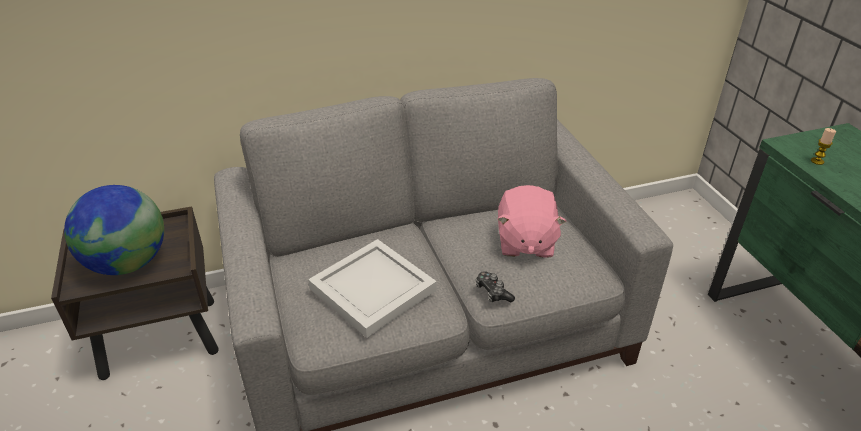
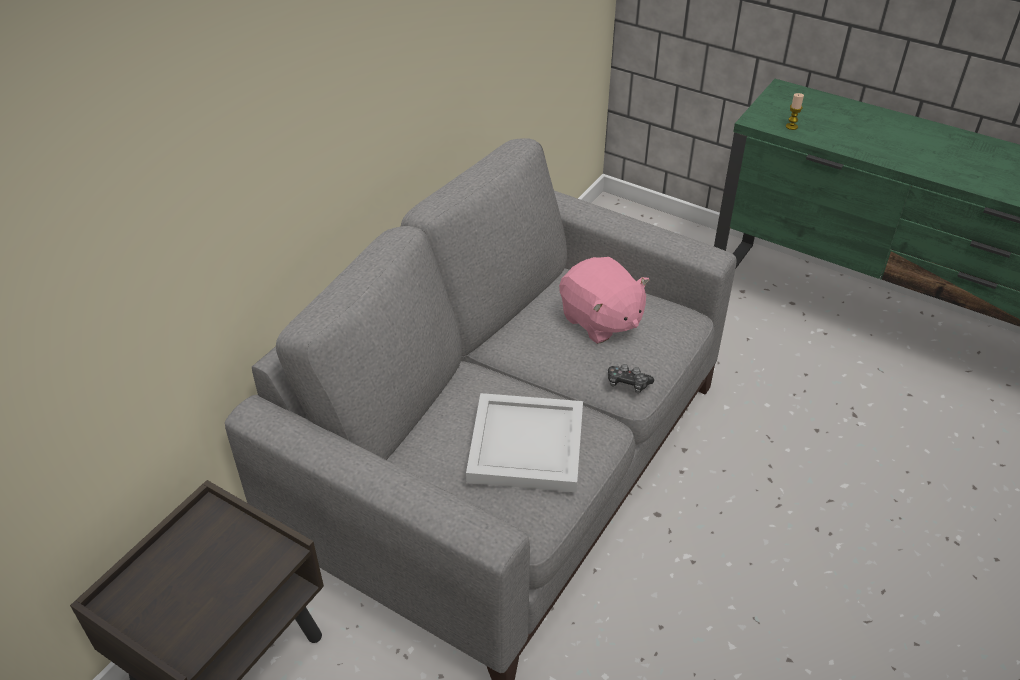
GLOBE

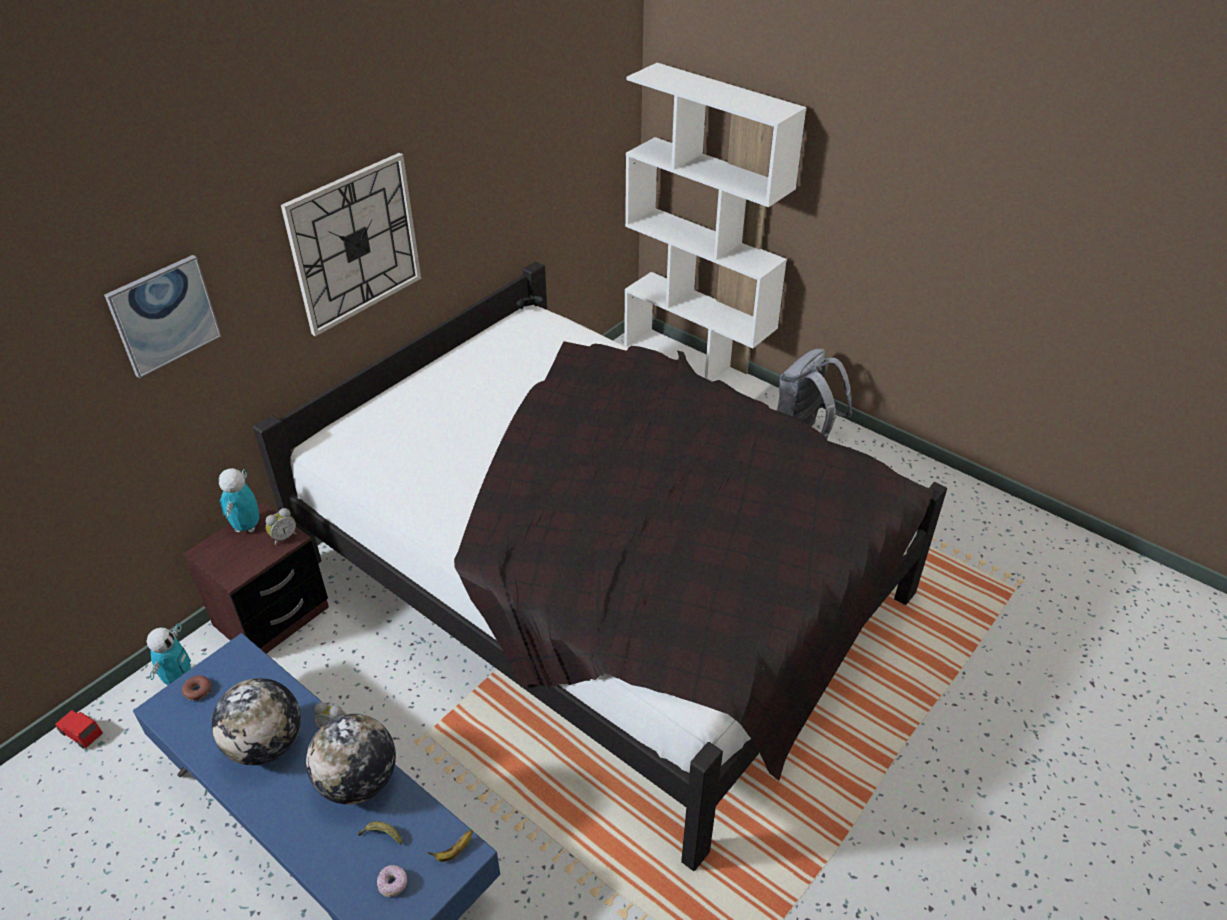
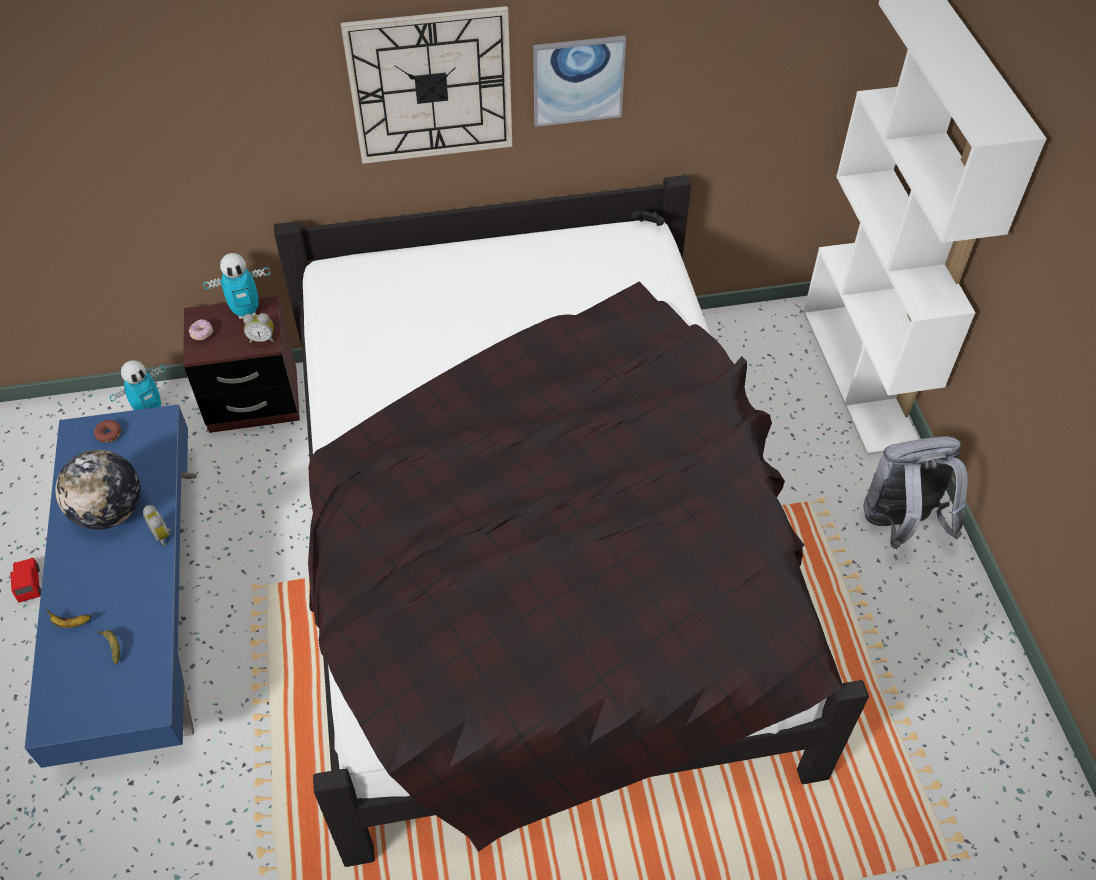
RED TOY CAR; BANANA (1st from left); DONUT (2nd from left); TOY ROBOT (2nd from left); PICTURE; GLOBE (2nd from left in the first image)

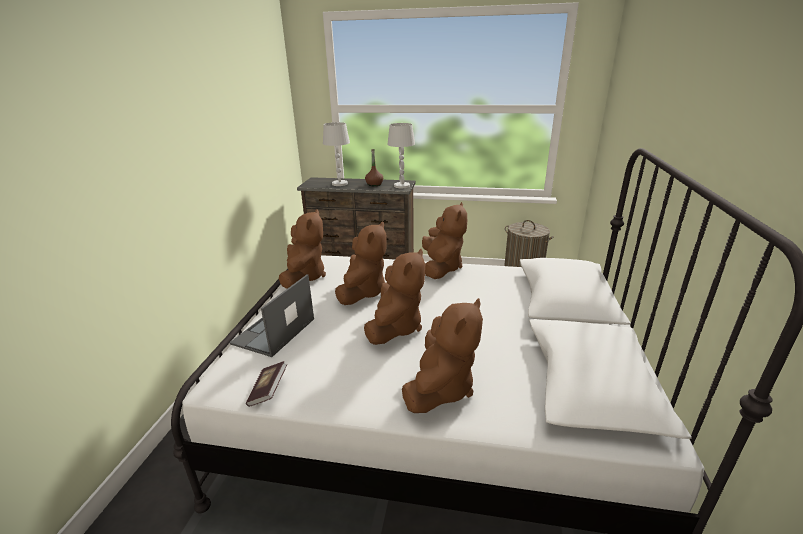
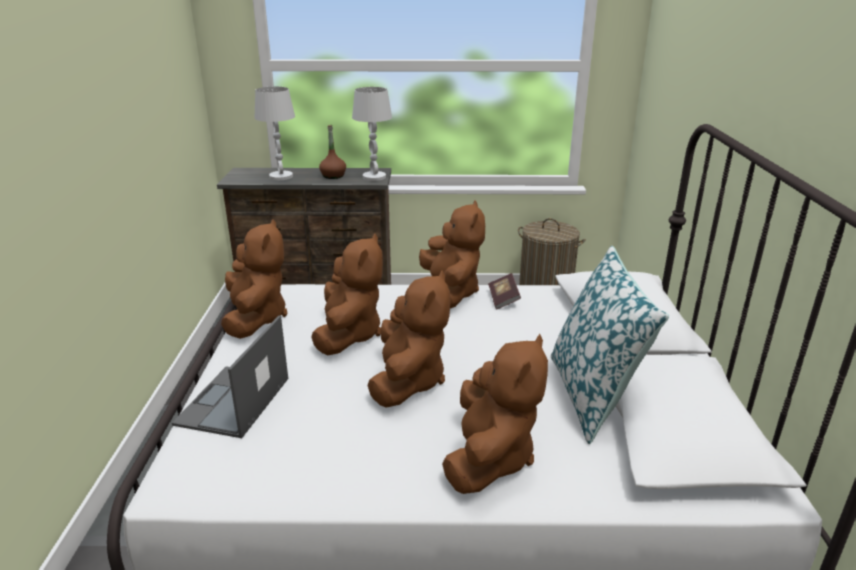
BOOK; PILLOW

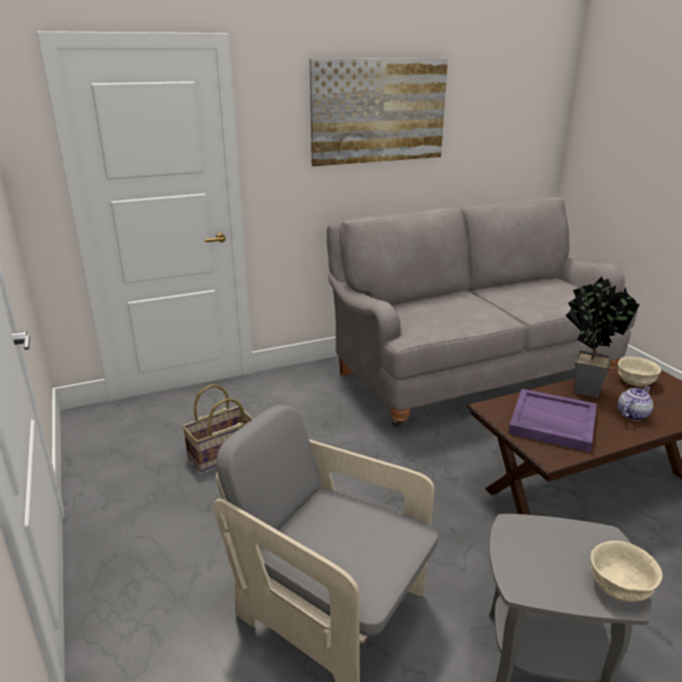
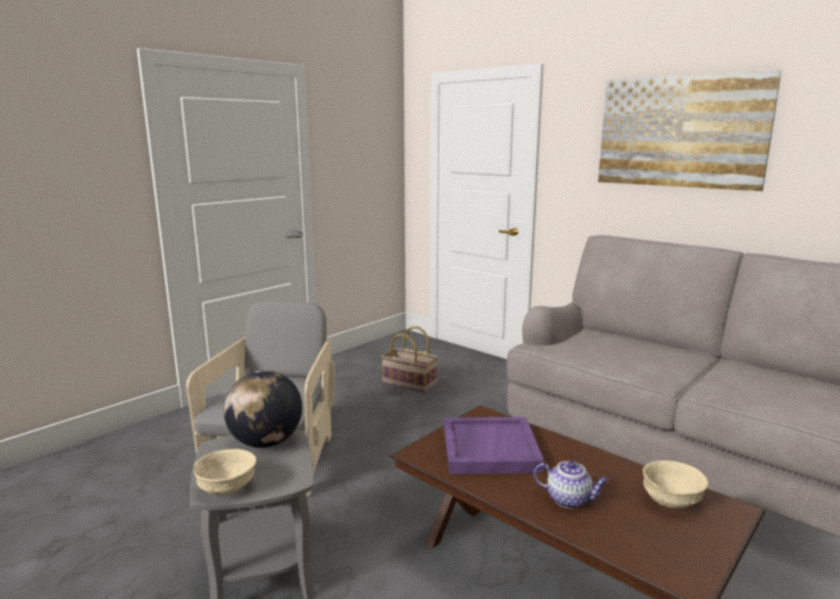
GLOBE; POTTED PLANT

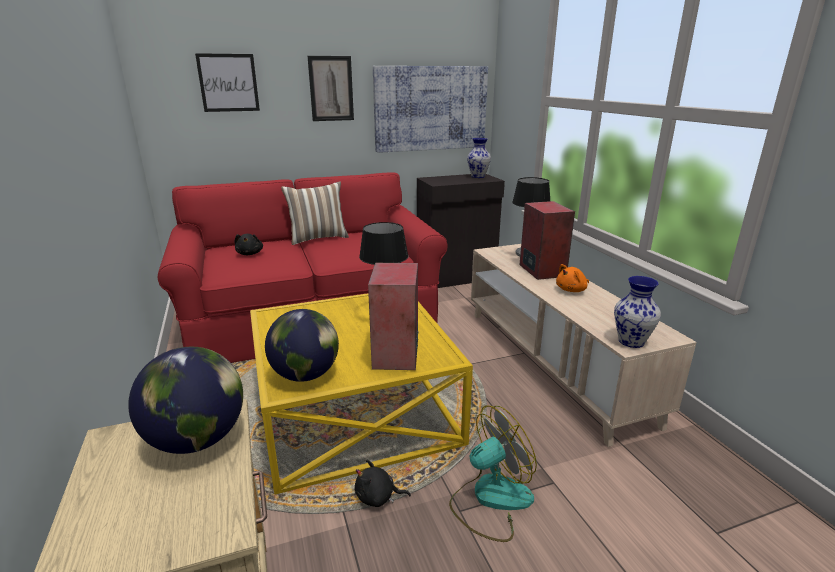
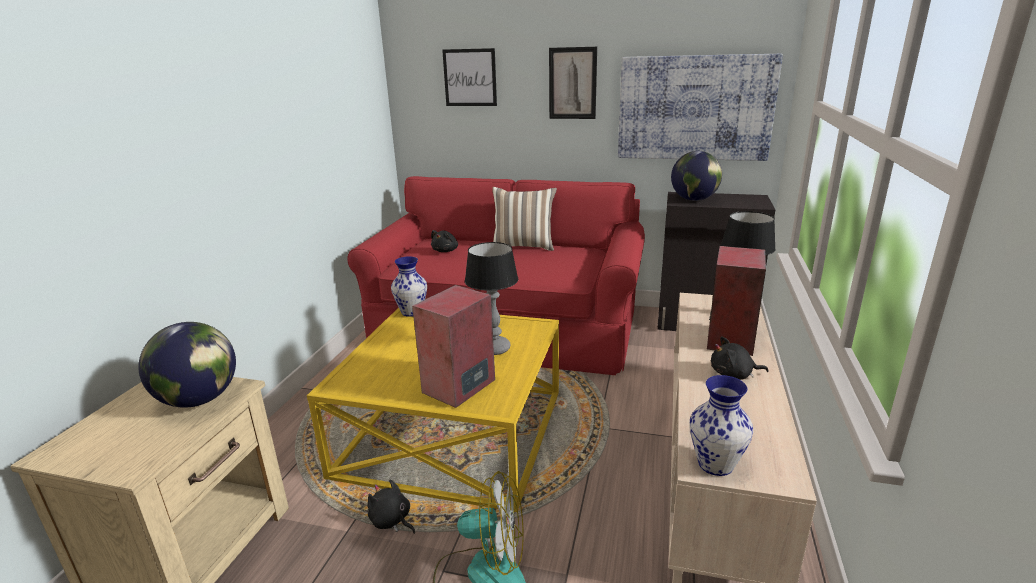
VASE (1st from left); GLOBE (2nd from left); BLACK PLUSH TOY (3rd from left)

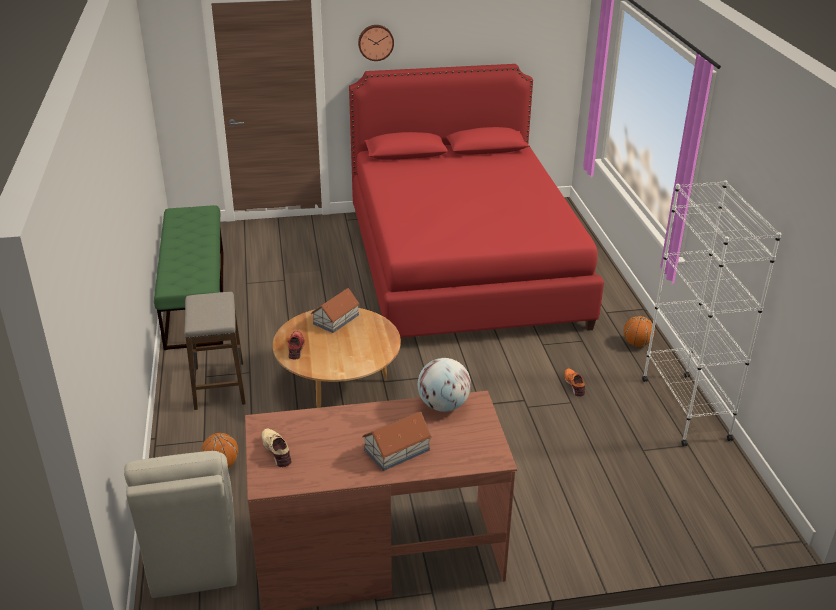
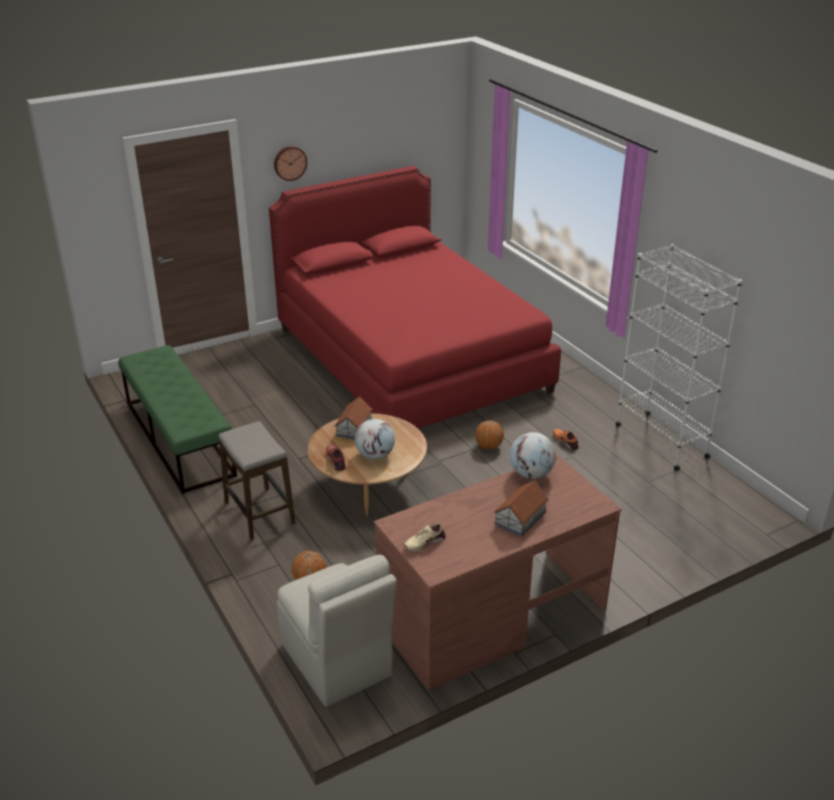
GLOBE (1st from left); BEIGE SHOE; BASKETBALL (2nd from left)

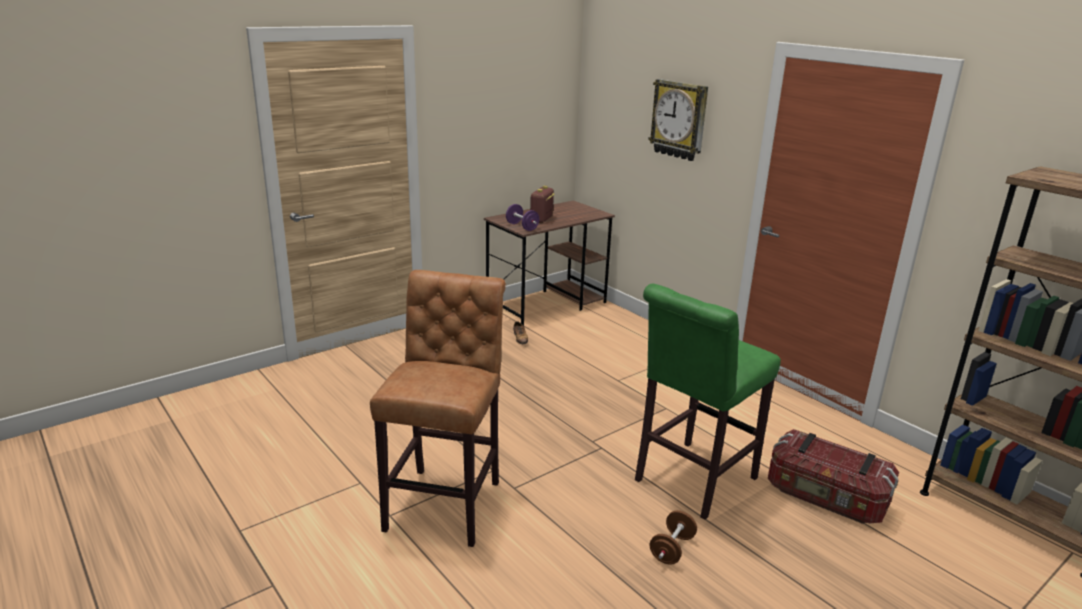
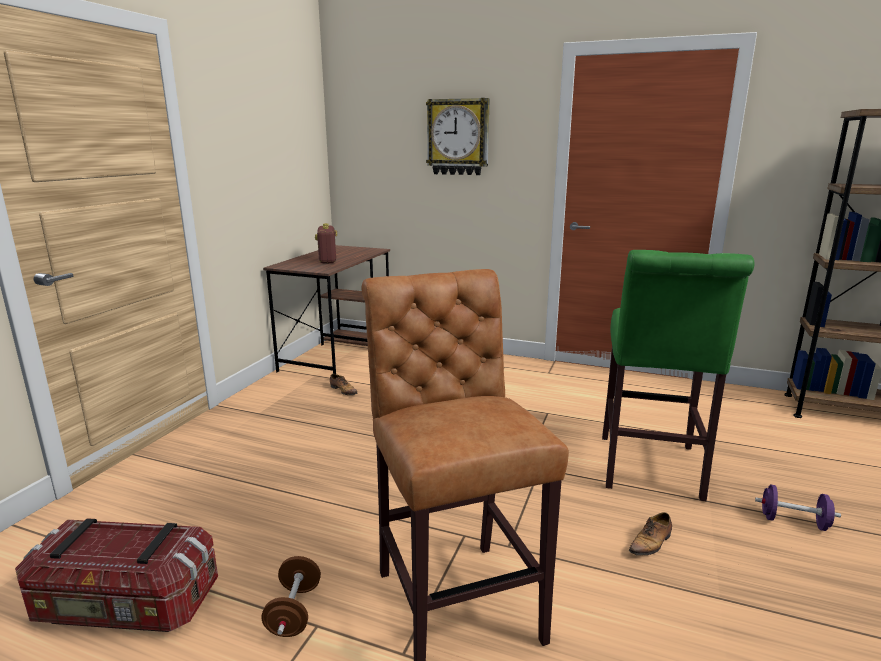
STORAGE BOX; BROWN DUMBBELL; SHOE (2nd from left); PURPLE DUMBBELL

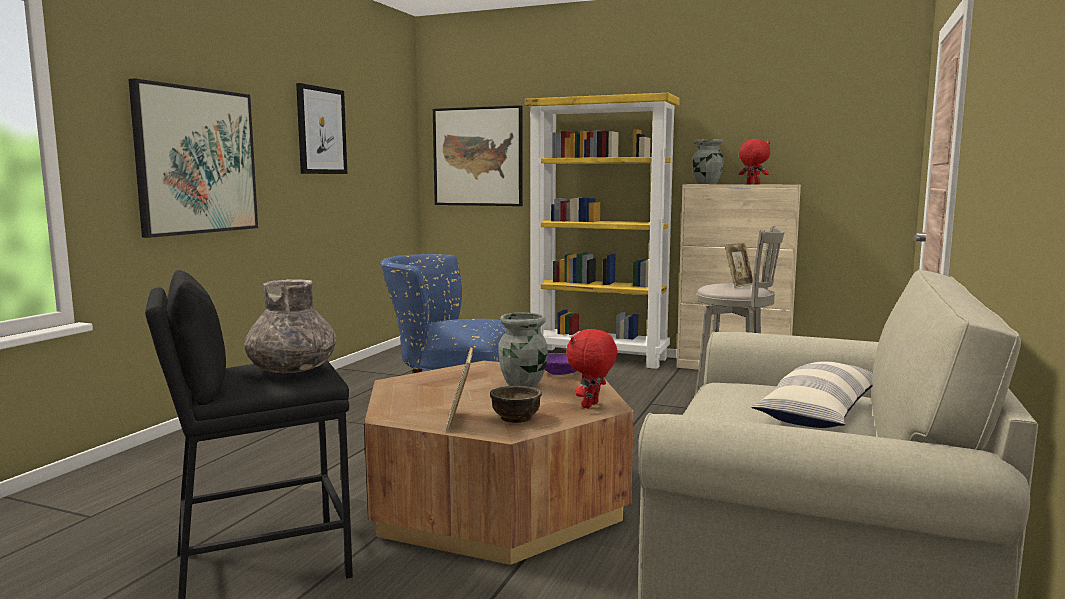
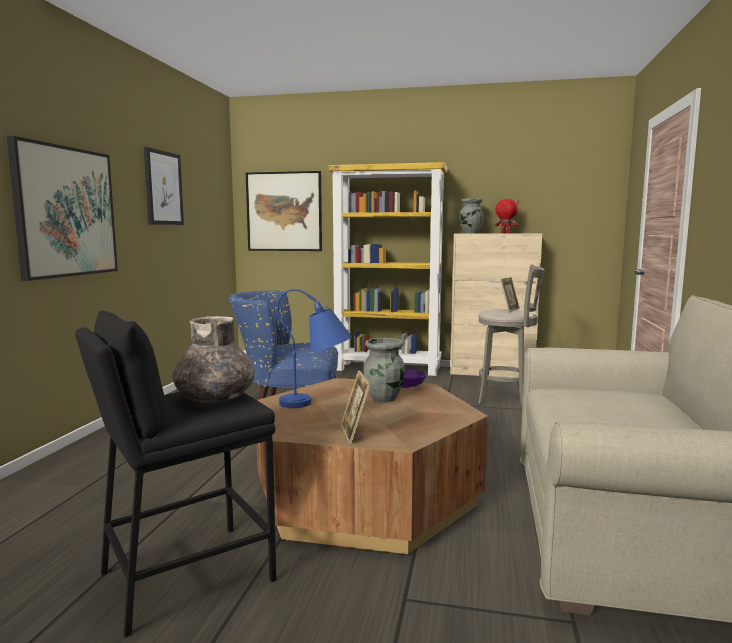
BLUE TABLE LAMP; BROWN BOWL; RED PLUSH TOY (1st from left in the first image); PILLOW

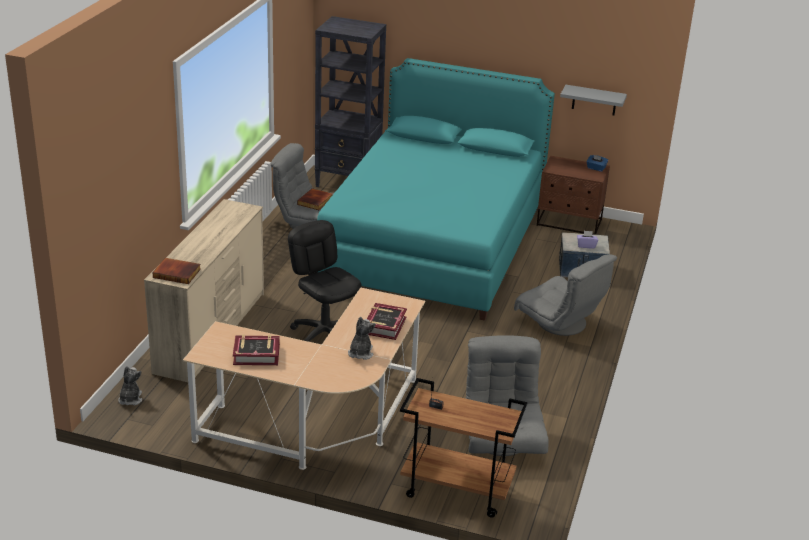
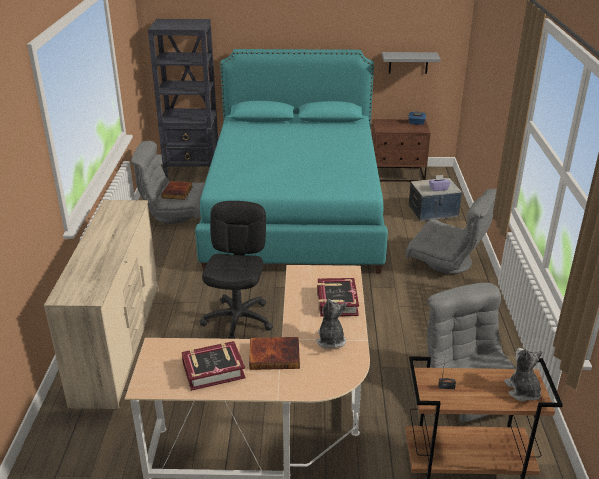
BLACK OFFICE CHAIR; BOOK (3rd from left); PLUSH TOY (2nd from left)

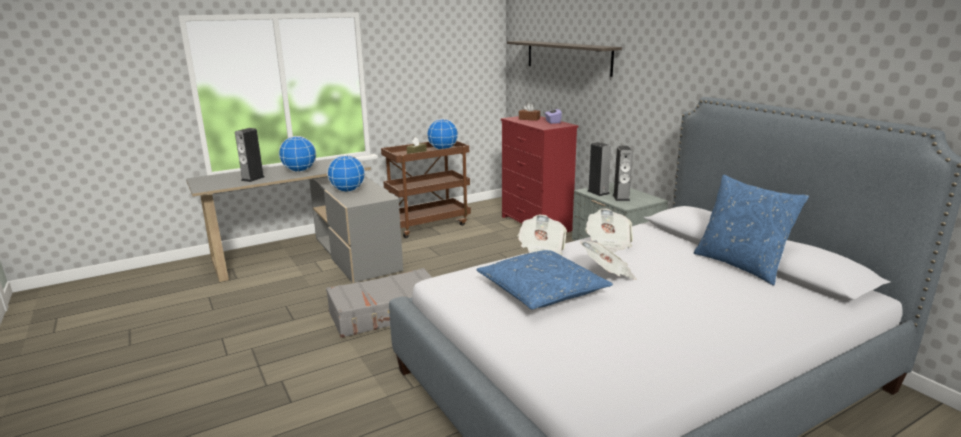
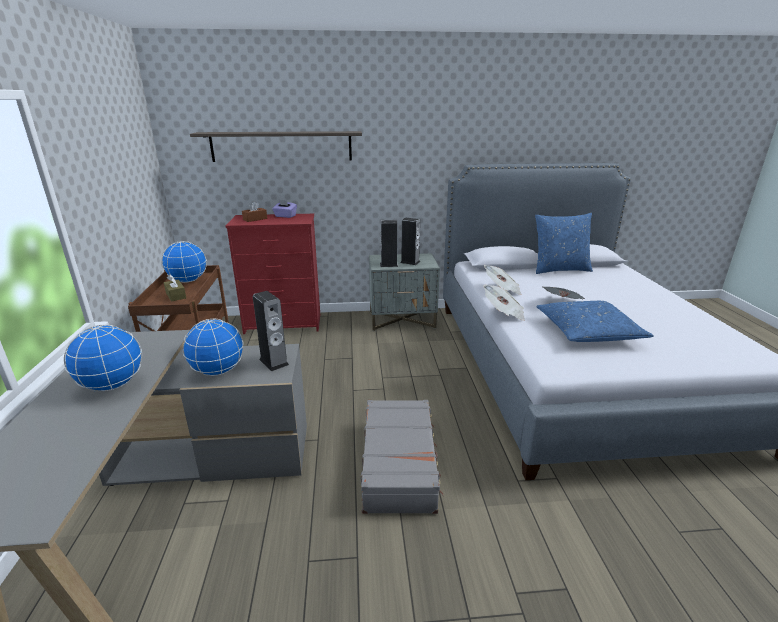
SPEAKER (1st from left)

